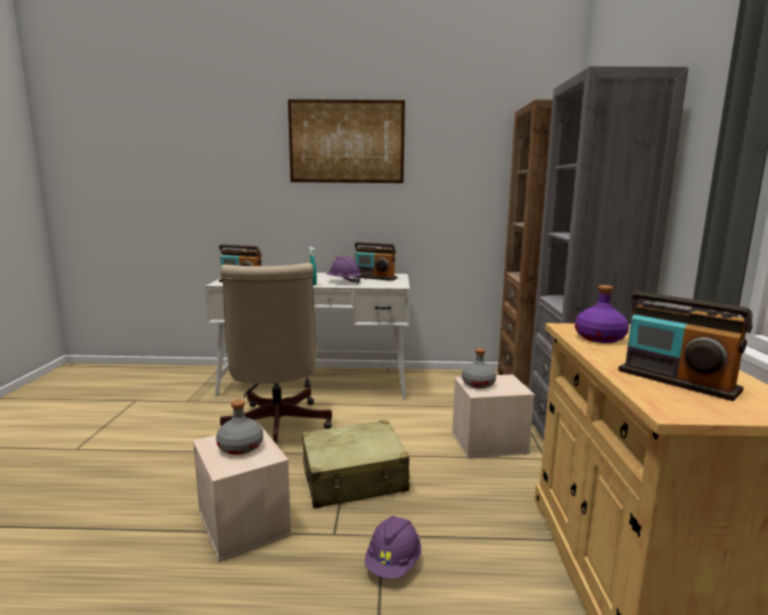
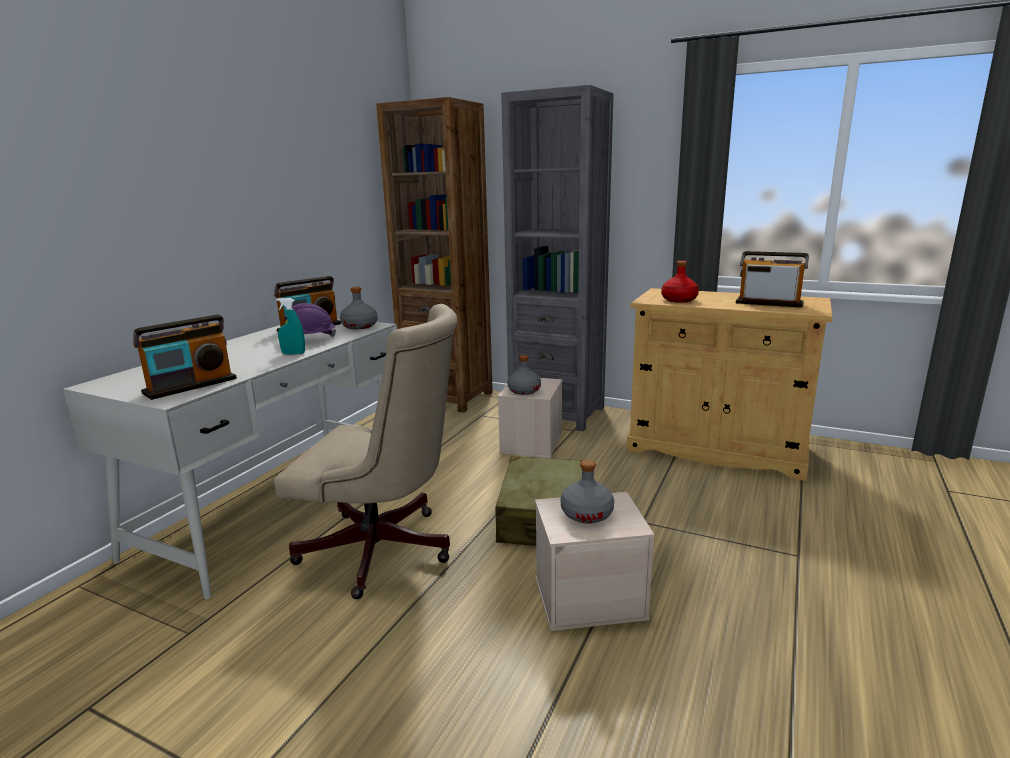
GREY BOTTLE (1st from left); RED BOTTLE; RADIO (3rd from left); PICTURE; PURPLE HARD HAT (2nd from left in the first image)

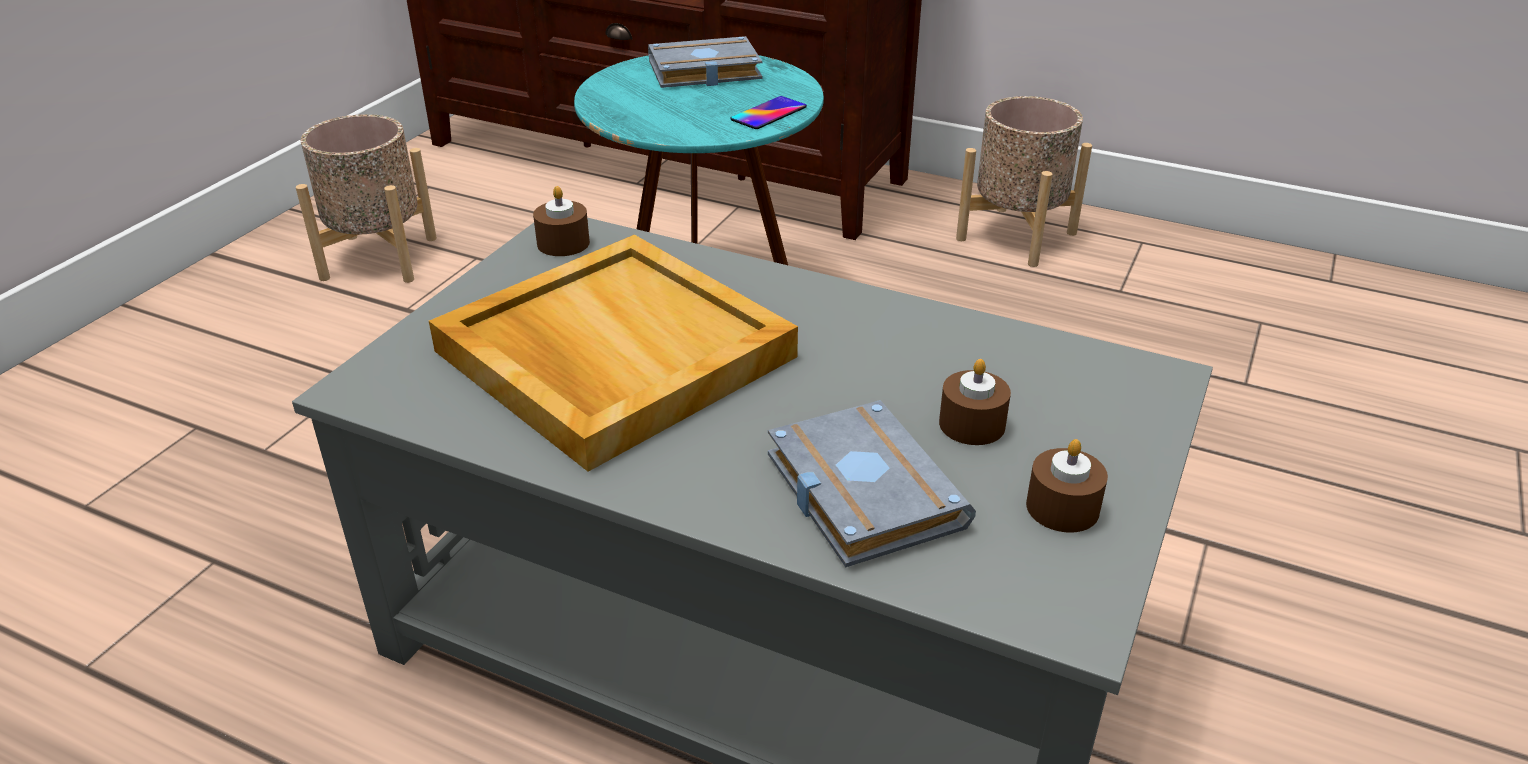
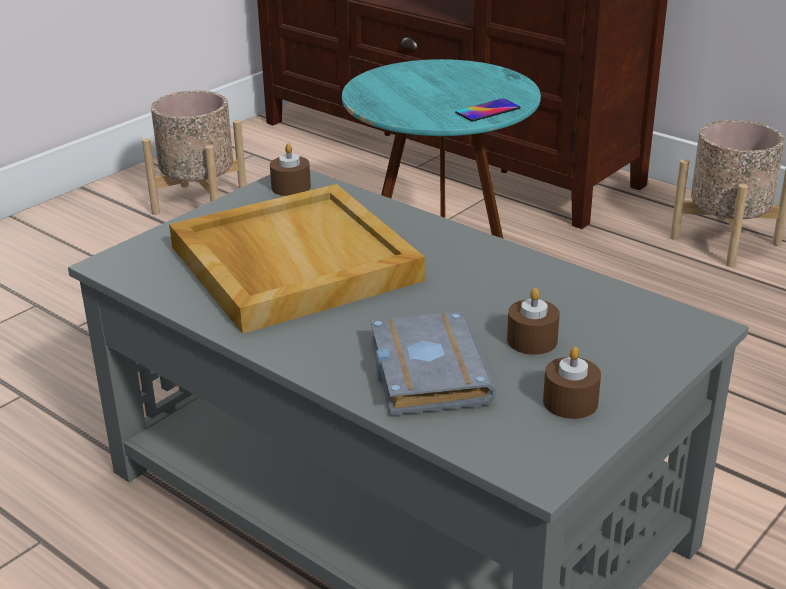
GREY BOOK (1st from left in the first image)

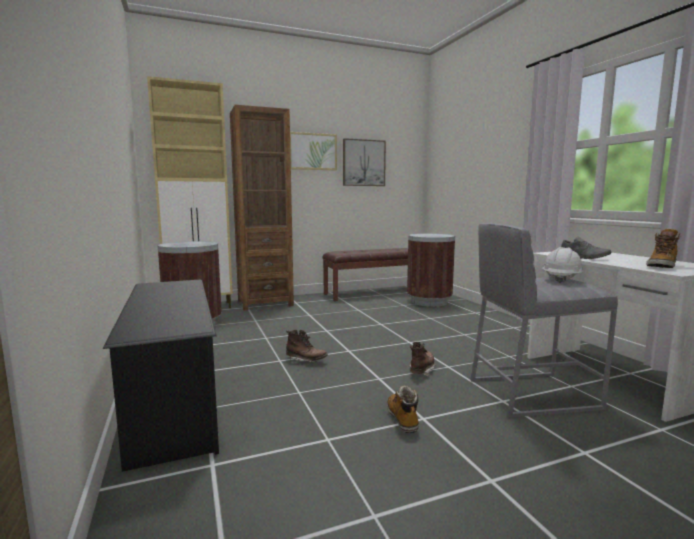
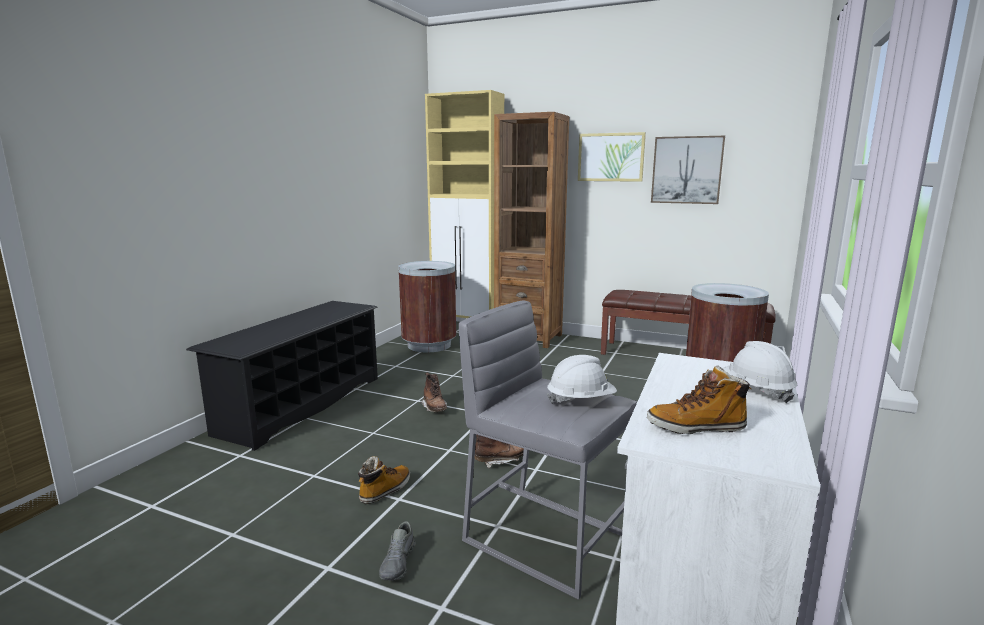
GREY SHOE; WHITE HARD HAT (2nd from left)

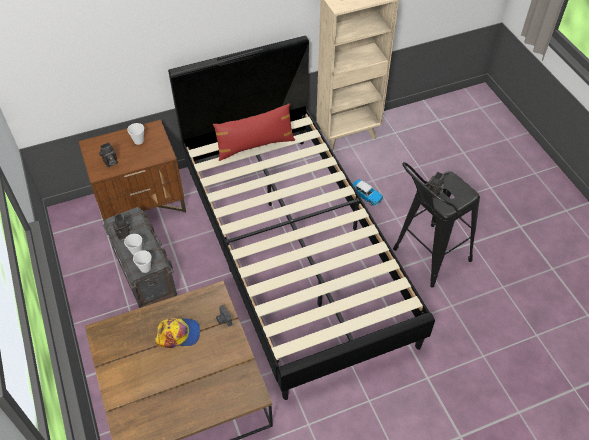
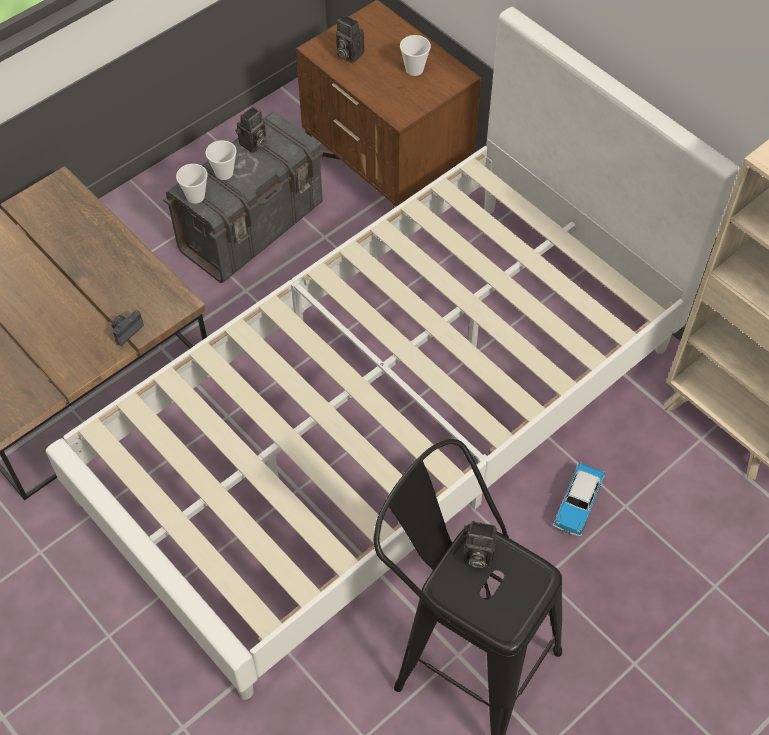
WHITE BED; CAP; RED PILLOW

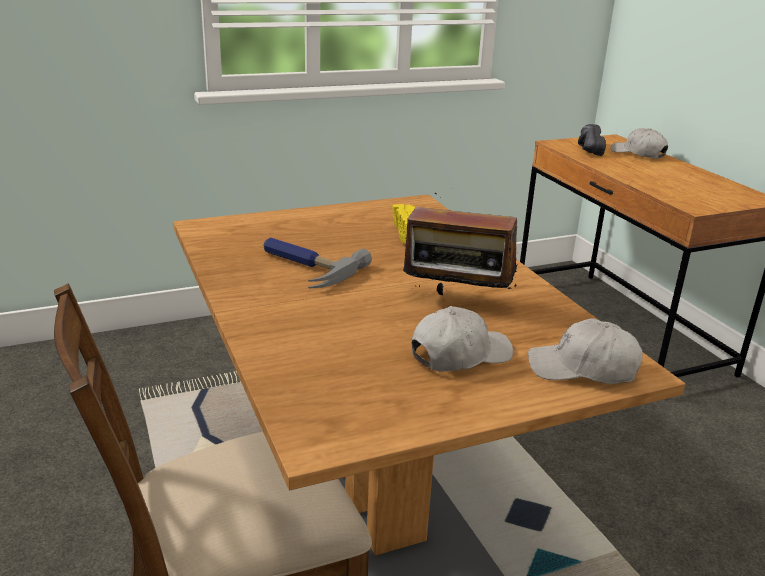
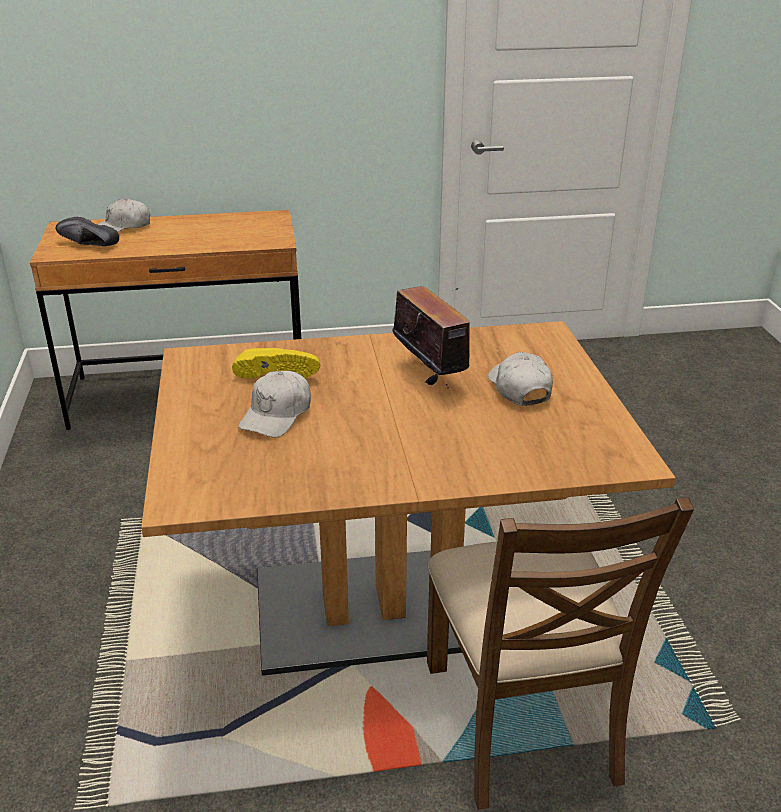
WHITE CAP (2nd from left); RADIO; HAMMER

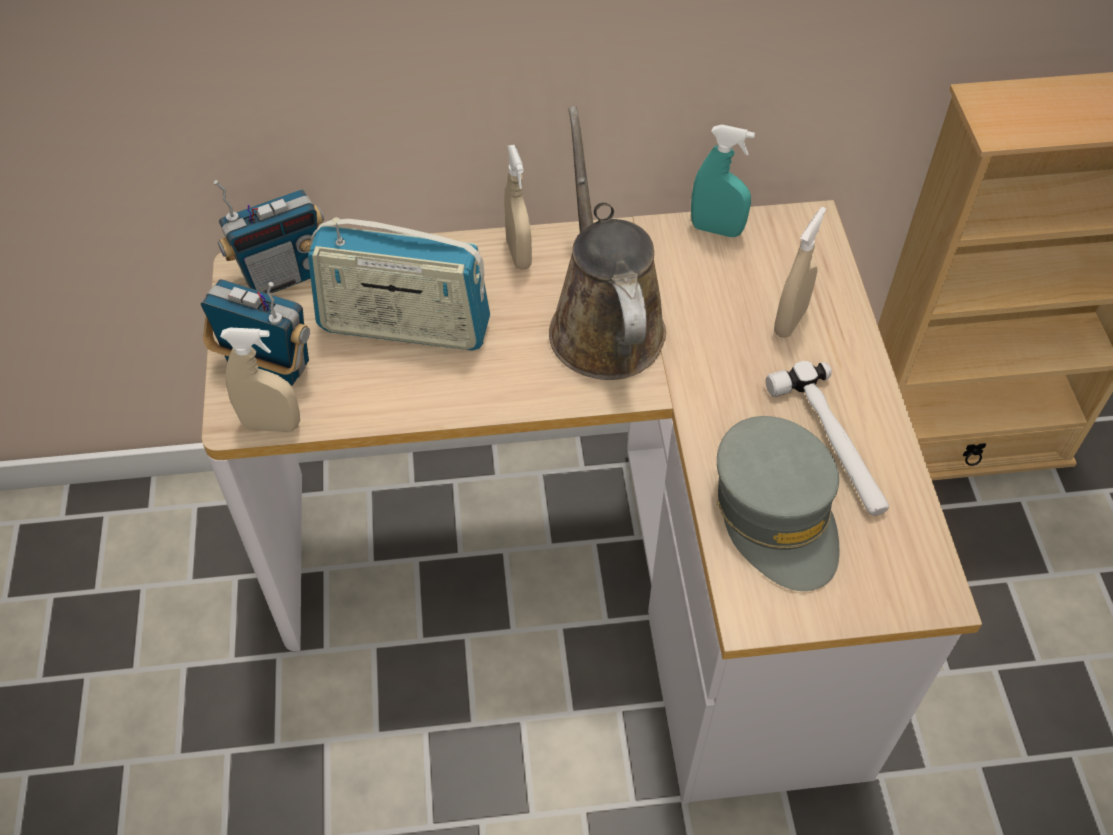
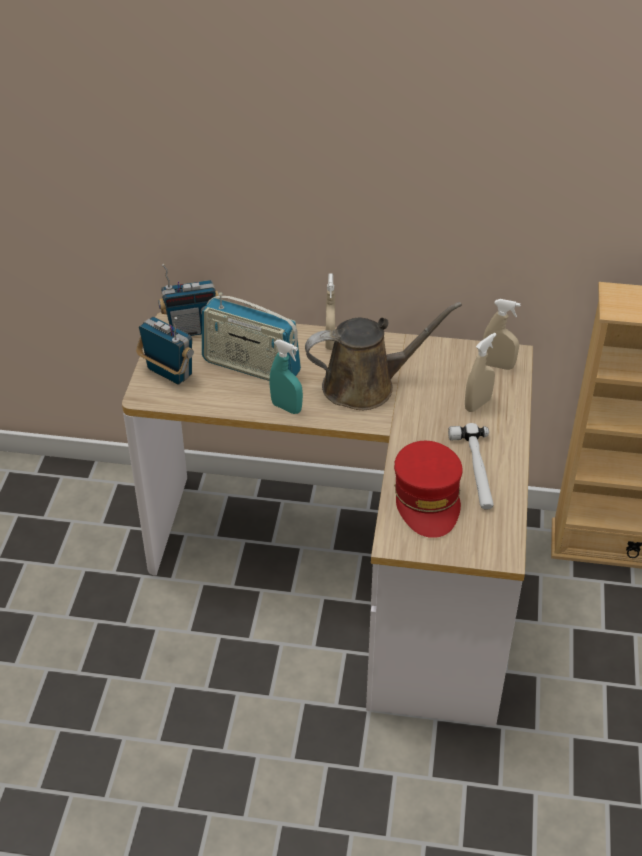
TURQUOISE SPRAY BOTTLE; BROWN WATERING CAN; RED CAP; BEIGE SPRAY BOTTLE (3rd from left)

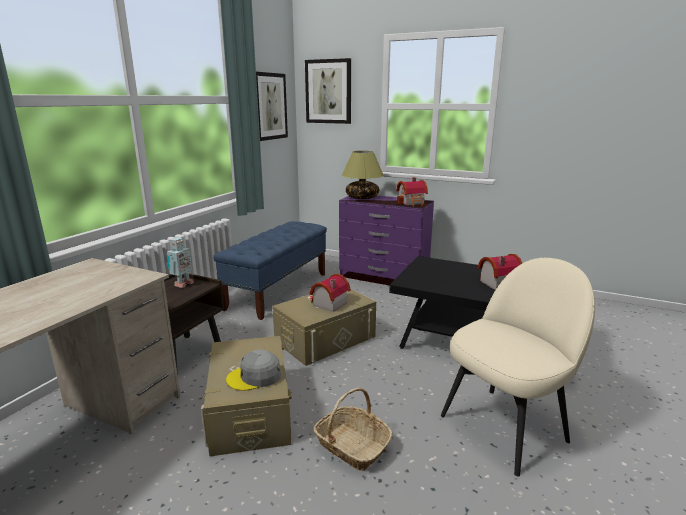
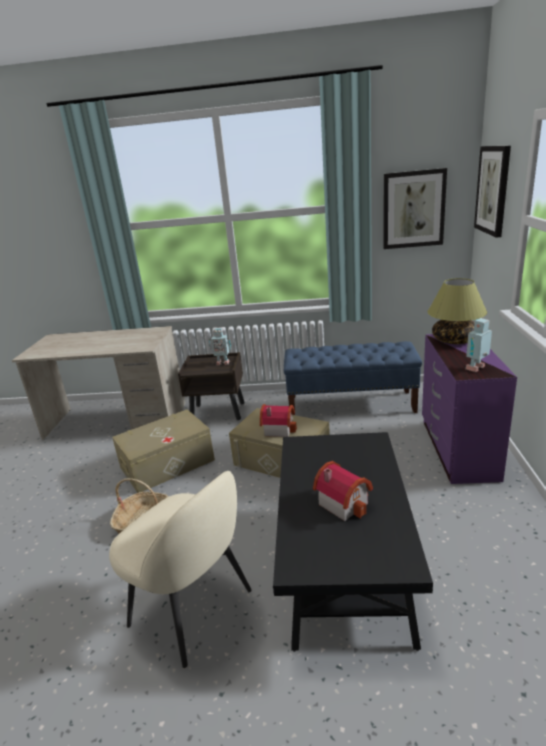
TOY ROBOT (2nd from left); GREY CAP

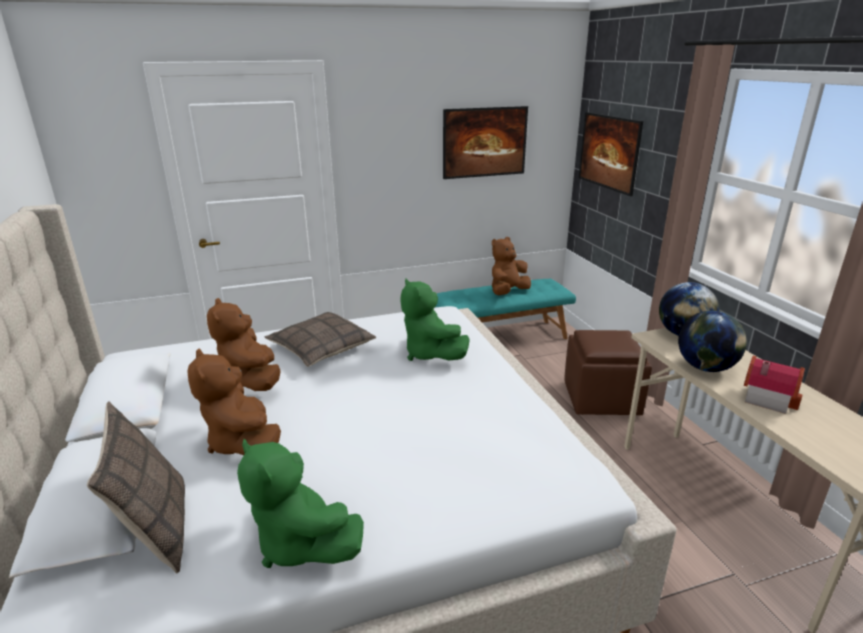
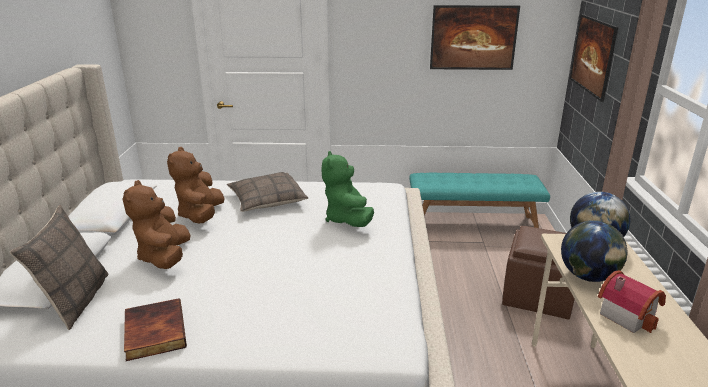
BOOK; BROWN PLUSH TOY (3rd from left in the first image)

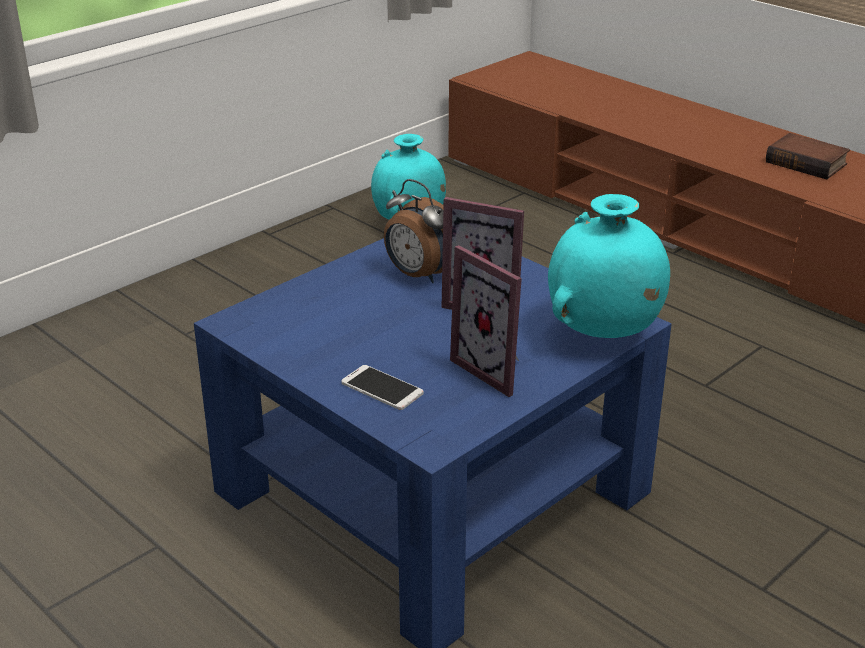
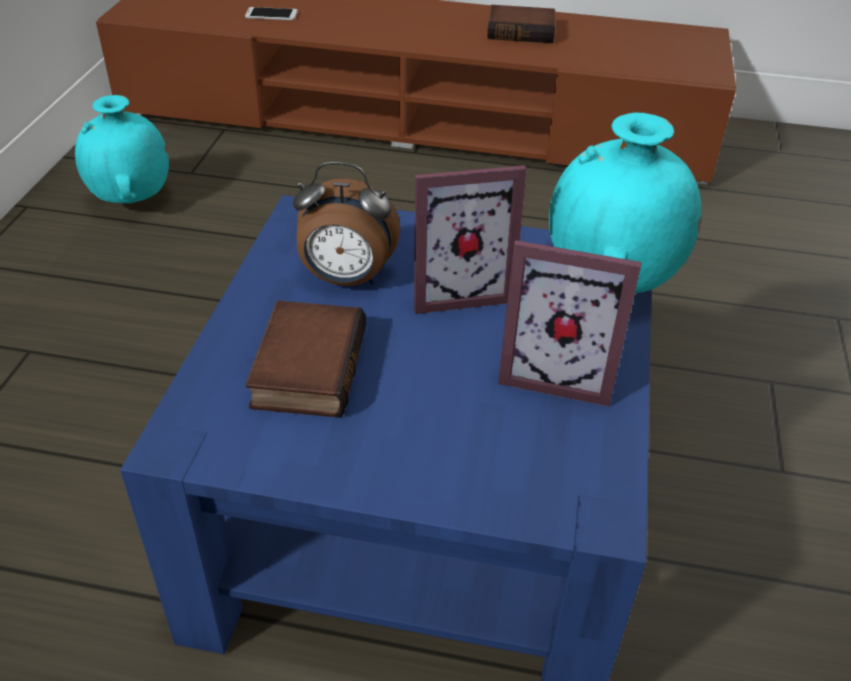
PHONE; BOOK (1st from left)

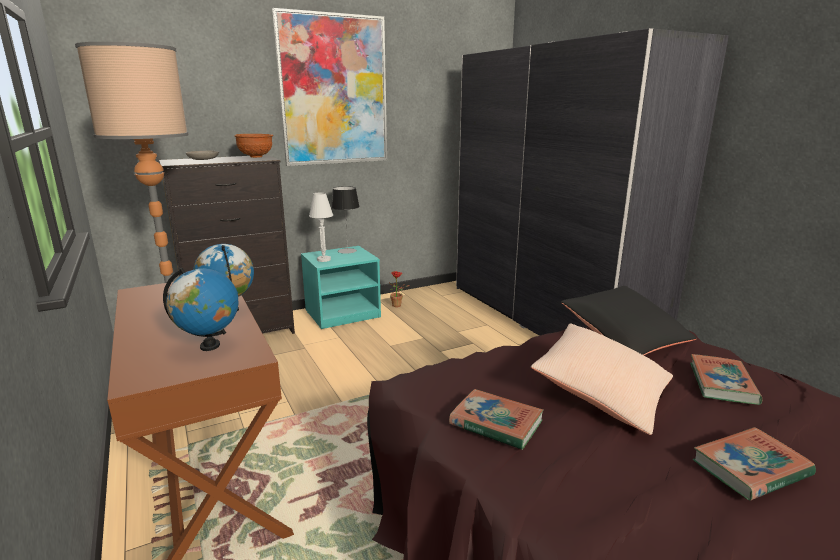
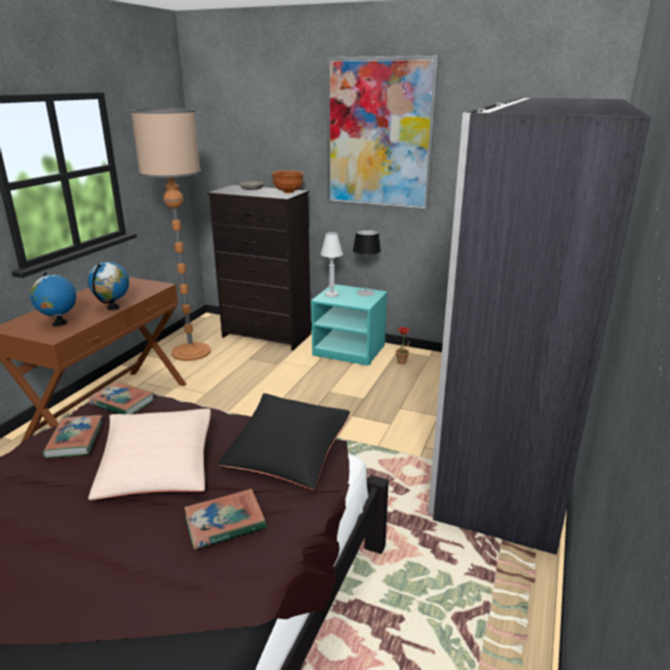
BOOK (2nd from left)

